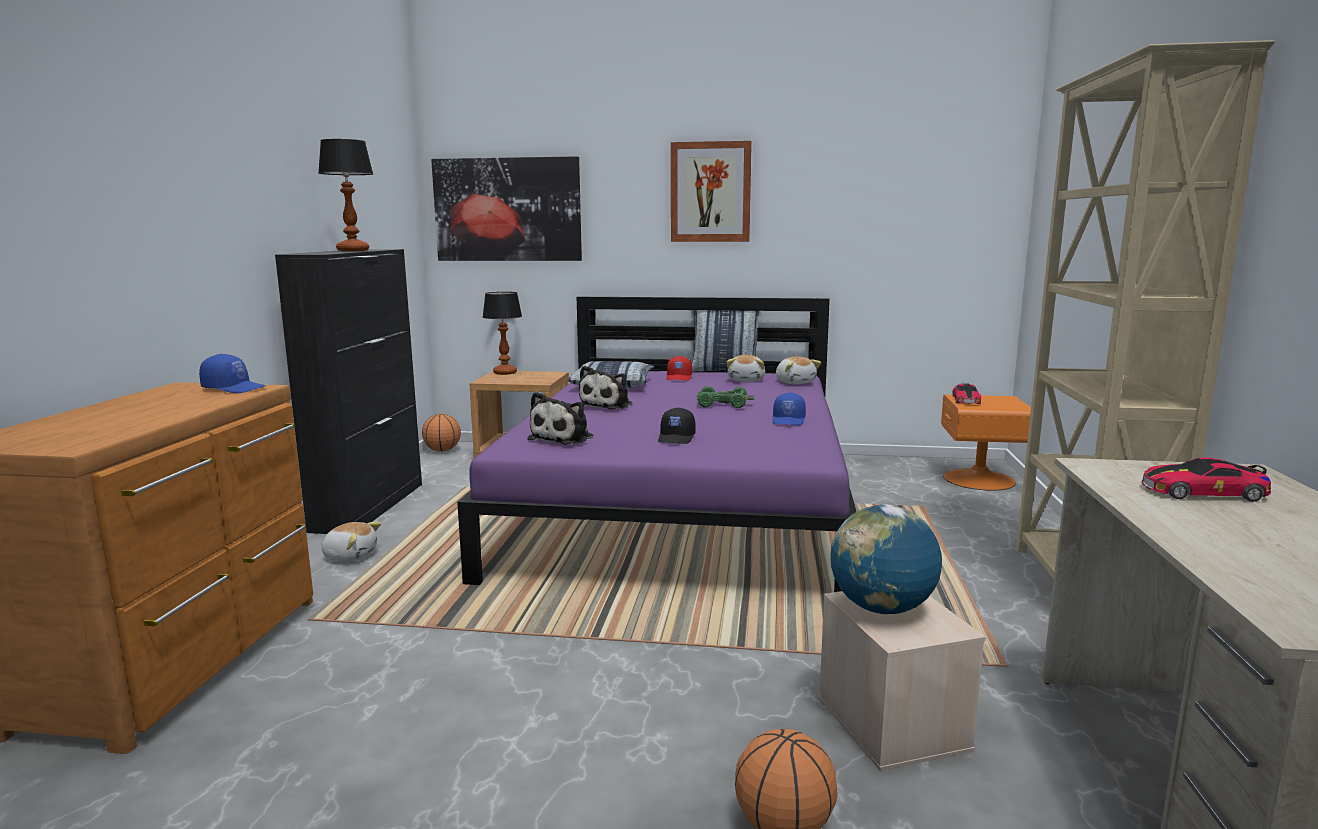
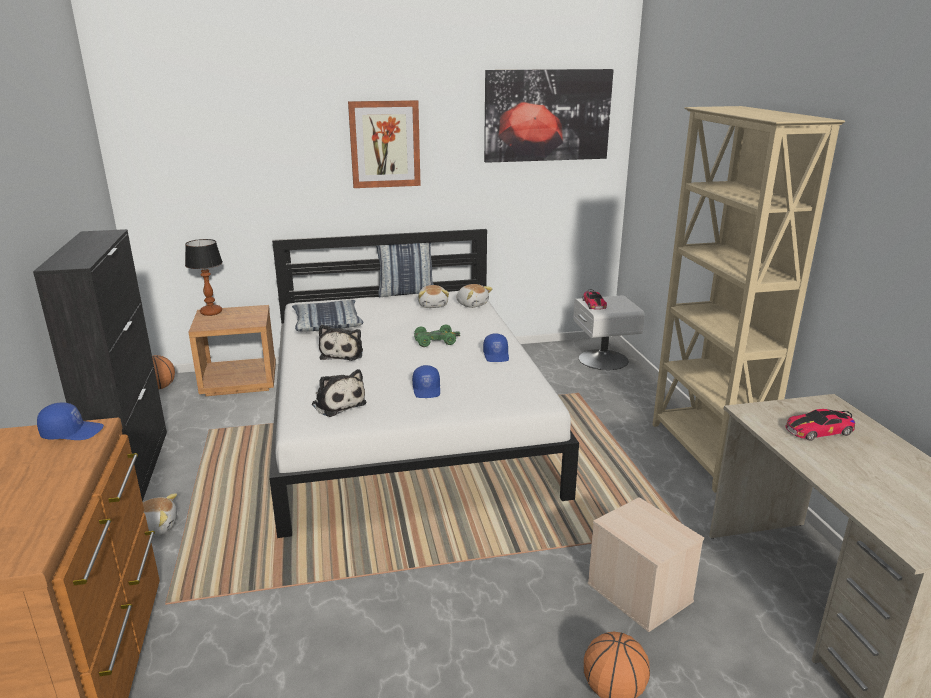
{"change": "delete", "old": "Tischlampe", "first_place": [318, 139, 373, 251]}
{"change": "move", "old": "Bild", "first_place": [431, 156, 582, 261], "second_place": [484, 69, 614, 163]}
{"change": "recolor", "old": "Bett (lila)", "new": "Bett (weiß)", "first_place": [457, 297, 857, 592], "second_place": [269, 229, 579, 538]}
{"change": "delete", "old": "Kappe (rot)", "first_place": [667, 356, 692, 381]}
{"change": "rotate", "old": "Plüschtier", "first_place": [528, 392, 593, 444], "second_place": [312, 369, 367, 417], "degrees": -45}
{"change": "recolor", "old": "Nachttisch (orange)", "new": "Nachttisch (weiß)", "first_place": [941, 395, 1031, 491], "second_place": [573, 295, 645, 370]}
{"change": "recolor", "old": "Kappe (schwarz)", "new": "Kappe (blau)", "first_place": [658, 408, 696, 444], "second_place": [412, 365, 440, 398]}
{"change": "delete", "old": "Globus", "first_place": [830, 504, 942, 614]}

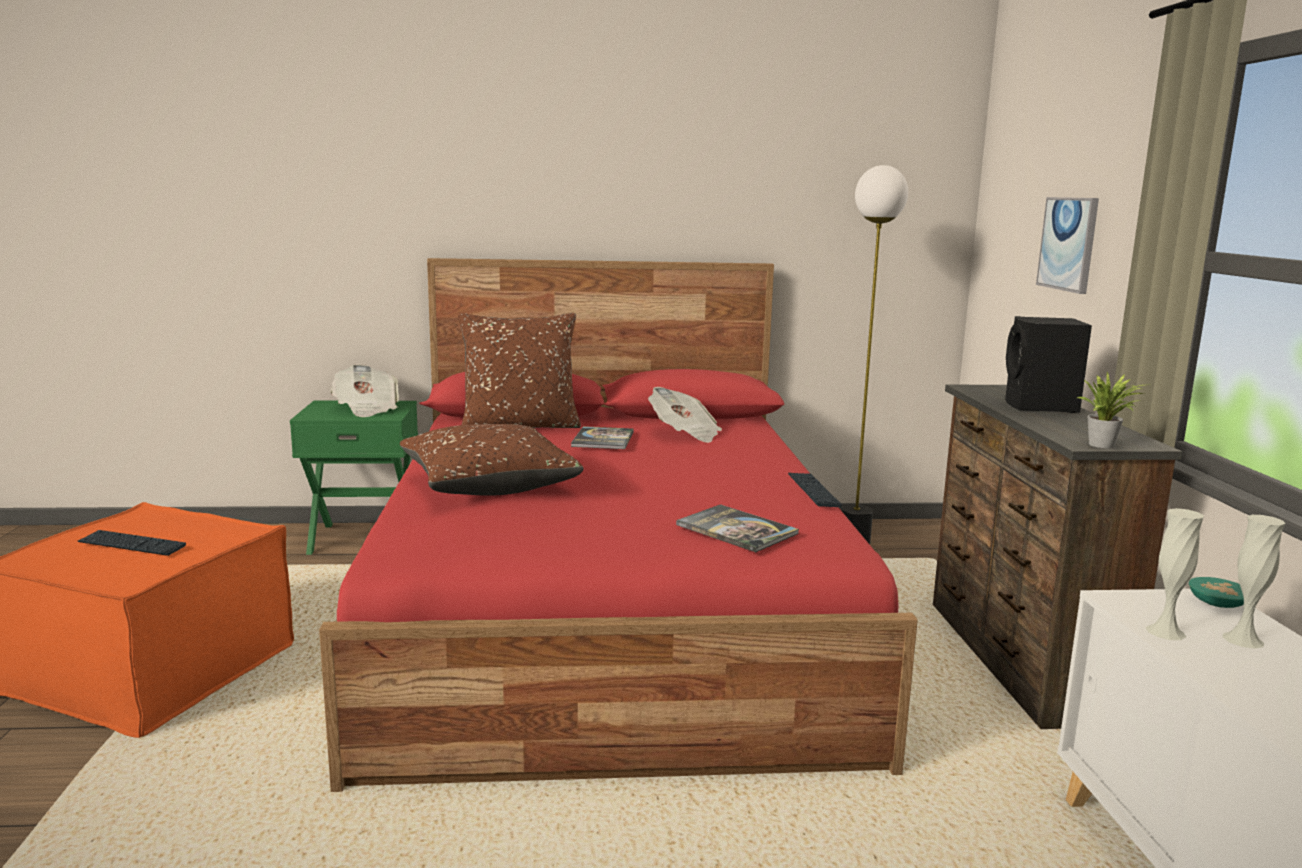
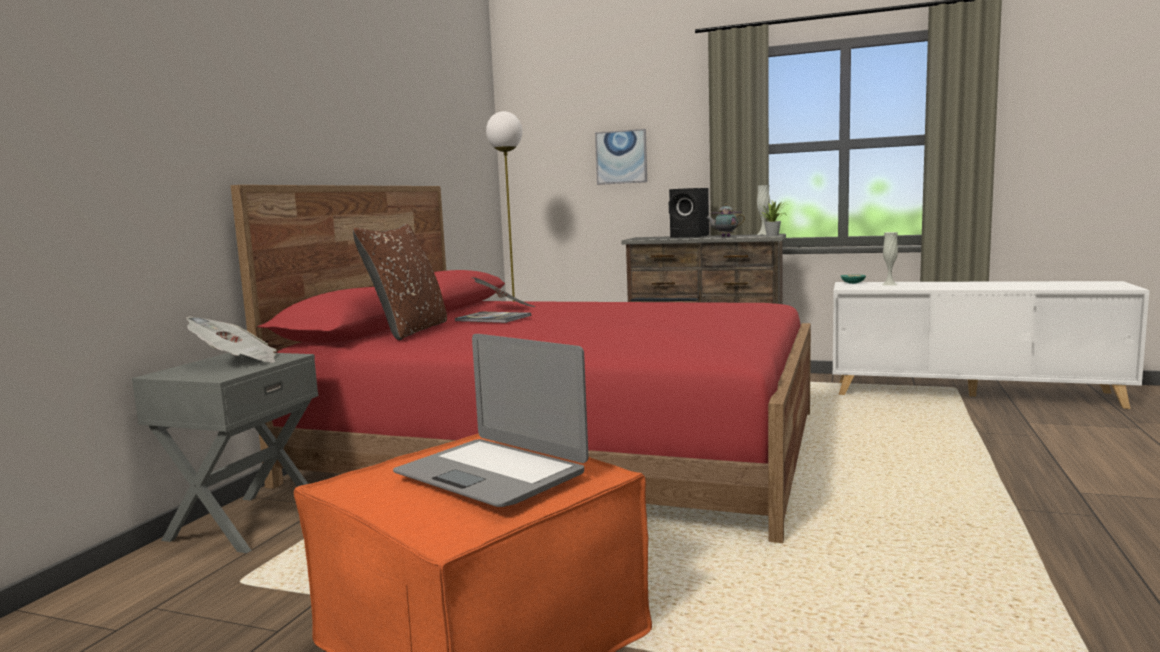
{"change": "recolor", "old": "Nachttisch (grün)", "new": "Nachttisch (grau)", "first_place": [290, 400, 418, 555], "second_place": [132, 353, 318, 553]}
{"change": "delete", "old": "Kissen (braun)", "first_place": [400, 424, 583, 496]}
{"change": "delete", "old": "Buch", "first_place": [676, 504, 799, 552]}
{"change": "move", "old": "Vase (weiß)", "first_place": [1145, 508, 1204, 640], "second_place": [757, 185, 770, 235]}
{"change": "replace", "old": "Tastatur", "new": "Laptop", "first_place": [78, 530, 186, 556], "second_place": [393, 334, 589, 507]}
{"change": "insert", "new": "Teekanne", "second_place": [706, 204, 745, 237]}

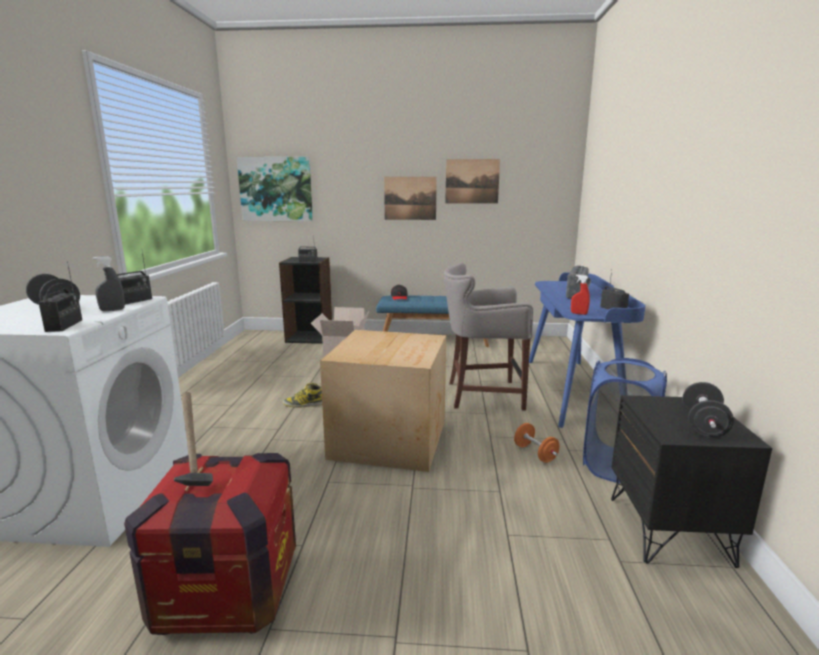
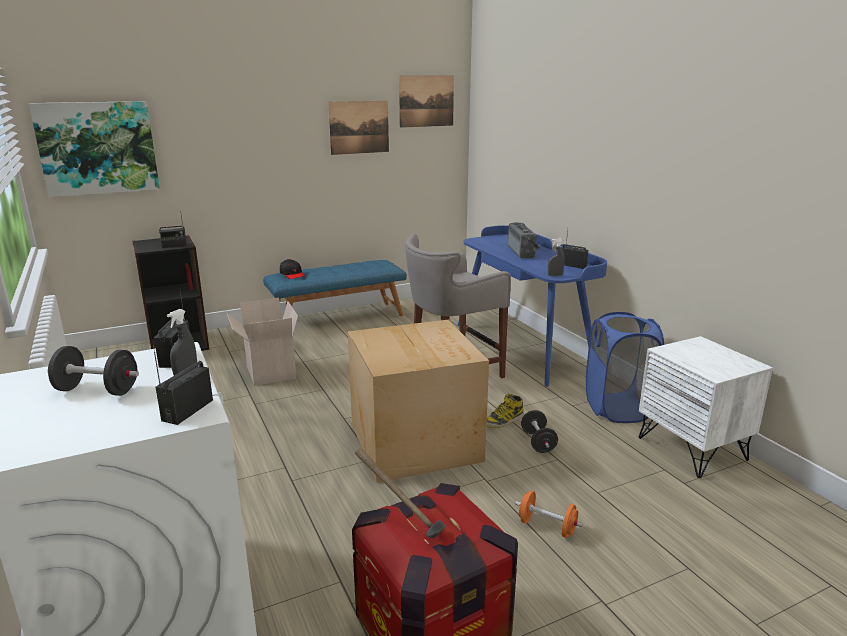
{"change": "move", "old": "Bild", "first_place": [384, 177, 437, 220], "second_place": [399, 75, 454, 128]}
{"change": "rotate", "old": "Radio", "first_place": [38, 261, 82, 332], "second_place": [153, 345, 213, 425], "degrees": -120}
{"change": "recolor", "old": "Sprühflasche (rot)", "new": "Sprühflasche (grau)", "first_place": [571, 275, 590, 315], "second_place": [548, 239, 565, 276]}
{"change": "move", "old": "Hantel (schwarz)", "first_place": [682, 382, 734, 438], "second_place": [521, 410, 558, 453]}
{"change": "move", "old": "Stiefel", "first_place": [283, 383, 322, 408], "second_place": [486, 394, 524, 428]}
{"change": "recolor", "old": "Nachttisch (schwarz)", "new": "Nachttisch (weiß)", "first_place": [611, 395, 772, 568], "second_place": [638, 336, 773, 478]}
{"change": "move", "old": "Hantel (orange)", "first_place": [514, 423, 559, 463], "second_place": [515, 491, 583, 538]}

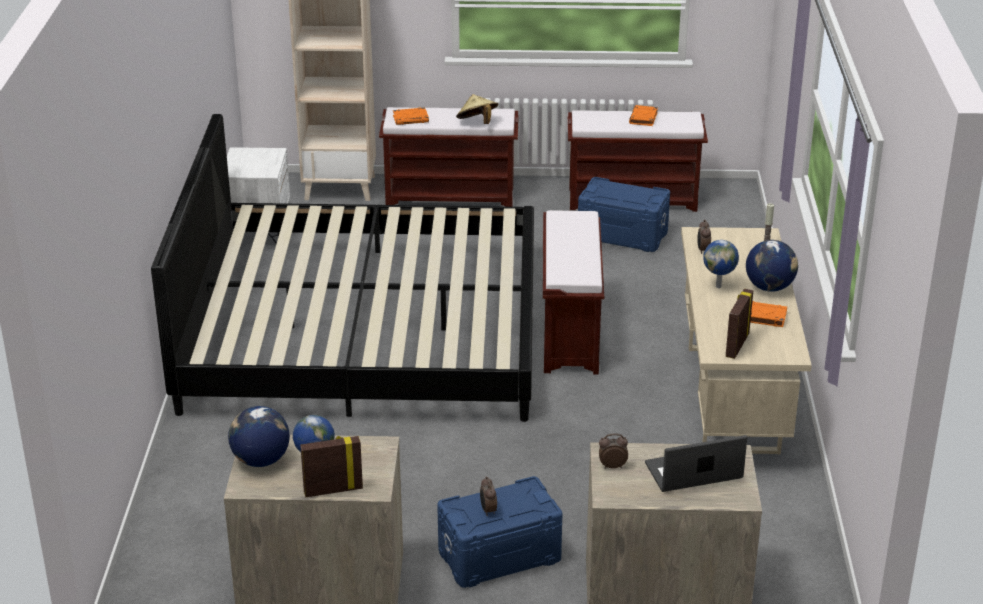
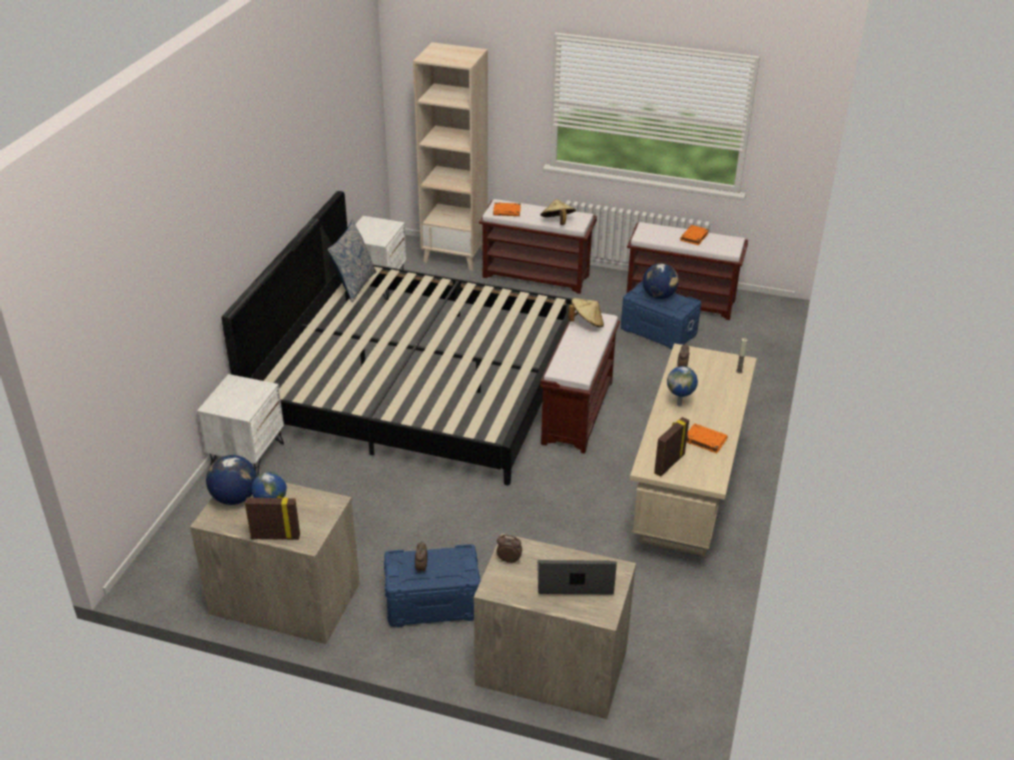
{"change": "move", "old": "Globus", "first_place": [746, 240, 798, 292], "second_place": [643, 263, 679, 299]}
{"change": "insert", "new": "Kissen", "second_place": [327, 220, 377, 302]}
{"change": "insert", "new": "Hut (beige)", "second_place": [568, 298, 604, 328]}
{"change": "insert", "new": "Nachttisch (weiß)", "second_place": [197, 374, 284, 476]}

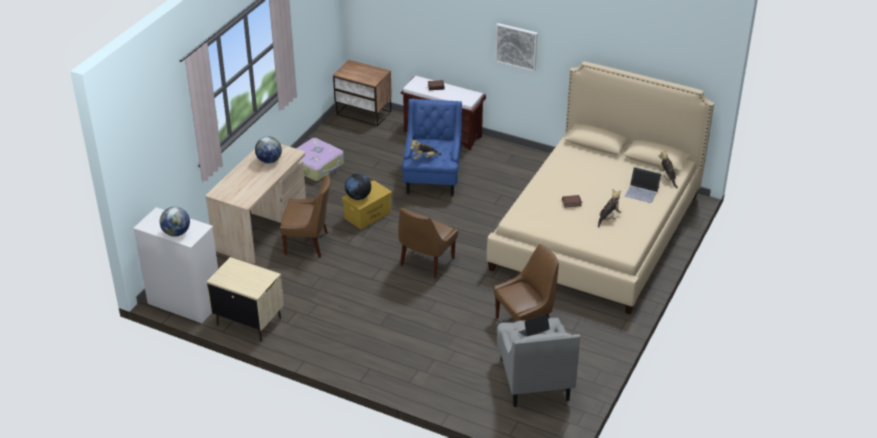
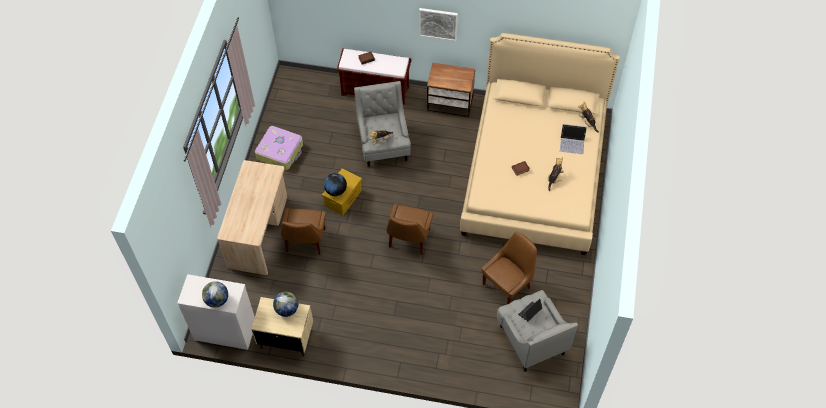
{"change": "move", "old": "Nachttisch", "first_place": [333, 60, 392, 126], "second_place": [427, 63, 475, 117]}
{"change": "recolor", "old": "Sessel (blau)", "new": "Sessel (grau)", "first_place": [402, 99, 462, 196], "second_place": [354, 81, 411, 167]}
{"change": "move", "old": "Globus", "first_place": [255, 136, 282, 164], "second_place": [273, 292, 298, 317]}
{"change": "rotate", "old": "Stuhl (braun)", "first_place": [280, 174, 331, 258], "second_place": [281, 208, 326, 255], "degrees": 105}

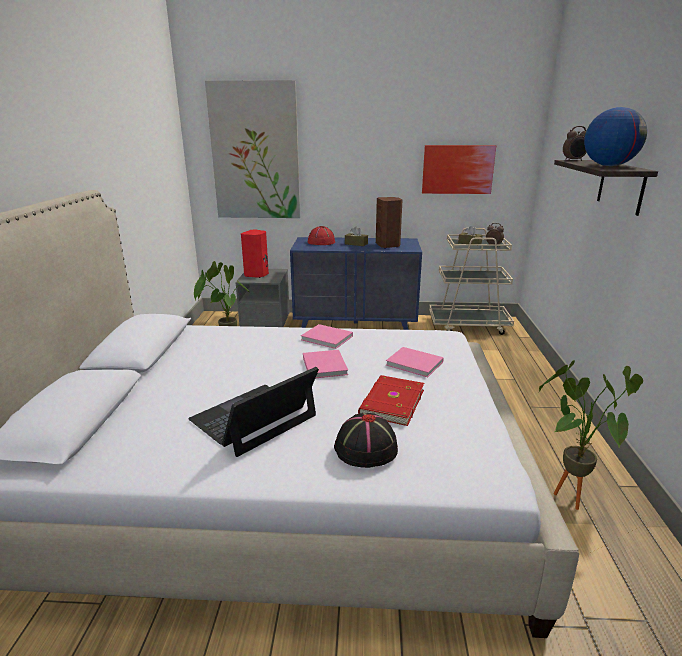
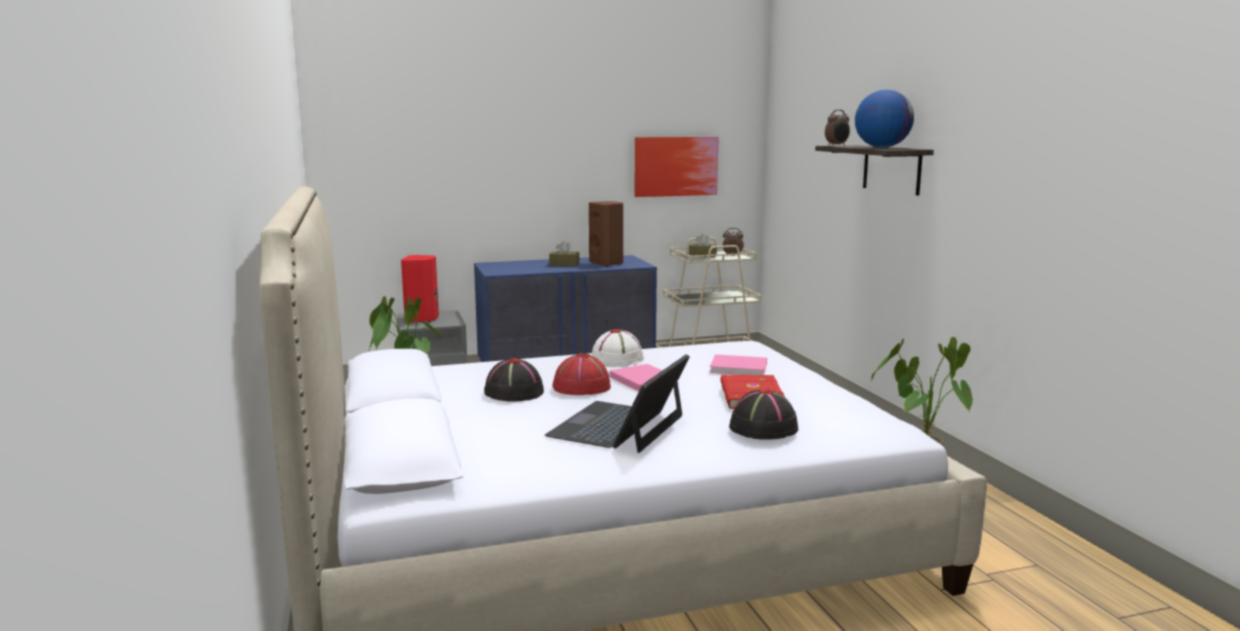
{"change": "delete", "old": "Bild", "first_place": [205, 80, 300, 218]}
{"change": "move", "old": "Hut (rot)", "first_place": [308, 226, 335, 245], "second_place": [552, 353, 611, 395]}
{"change": "replace", "old": "Buch (rosa)", "new": "Hut (weiß)", "first_place": [301, 324, 353, 349], "second_place": [592, 329, 644, 367]}
{"change": "insert", "new": "Hut (schwarz)", "second_place": [484, 358, 544, 402]}

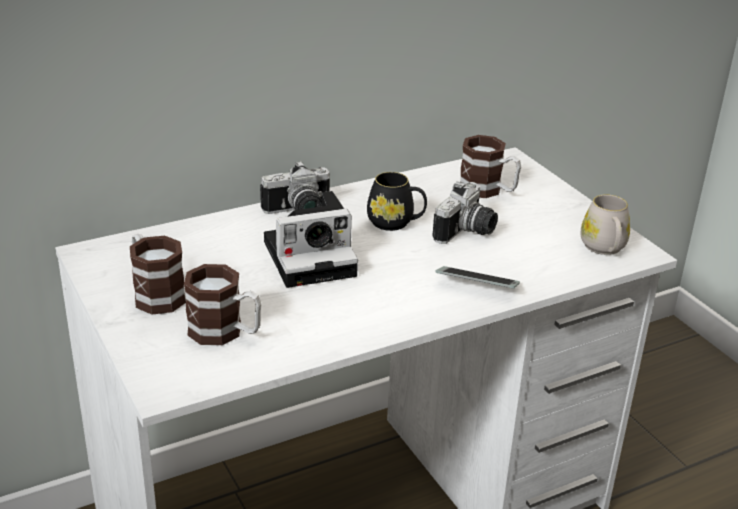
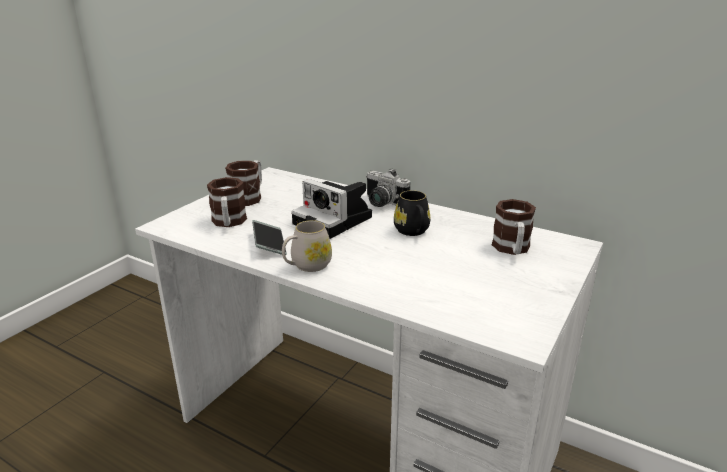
{"change": "delete", "old": "Kamera", "first_place": [432, 182, 498, 244]}
{"change": "move", "old": "Henkelbecher (weiß)", "first_place": [580, 194, 630, 255], "second_place": [282, 220, 332, 272]}
{"change": "move", "old": "Handy", "first_place": [435, 266, 520, 288], "second_place": [252, 220, 287, 255]}

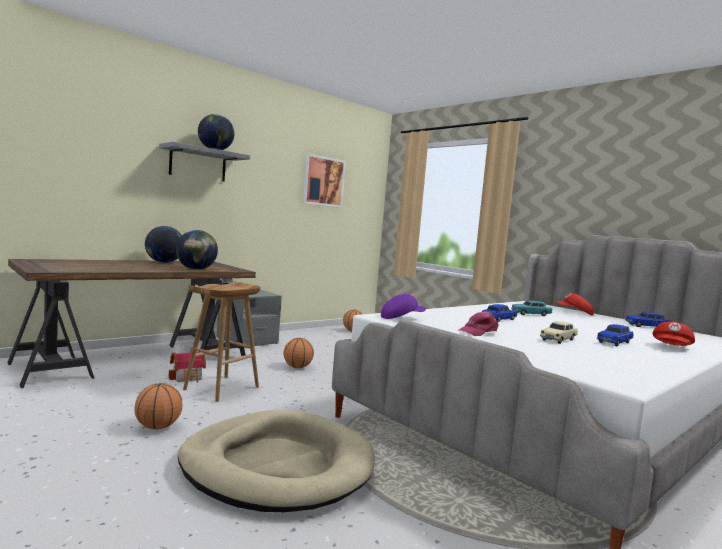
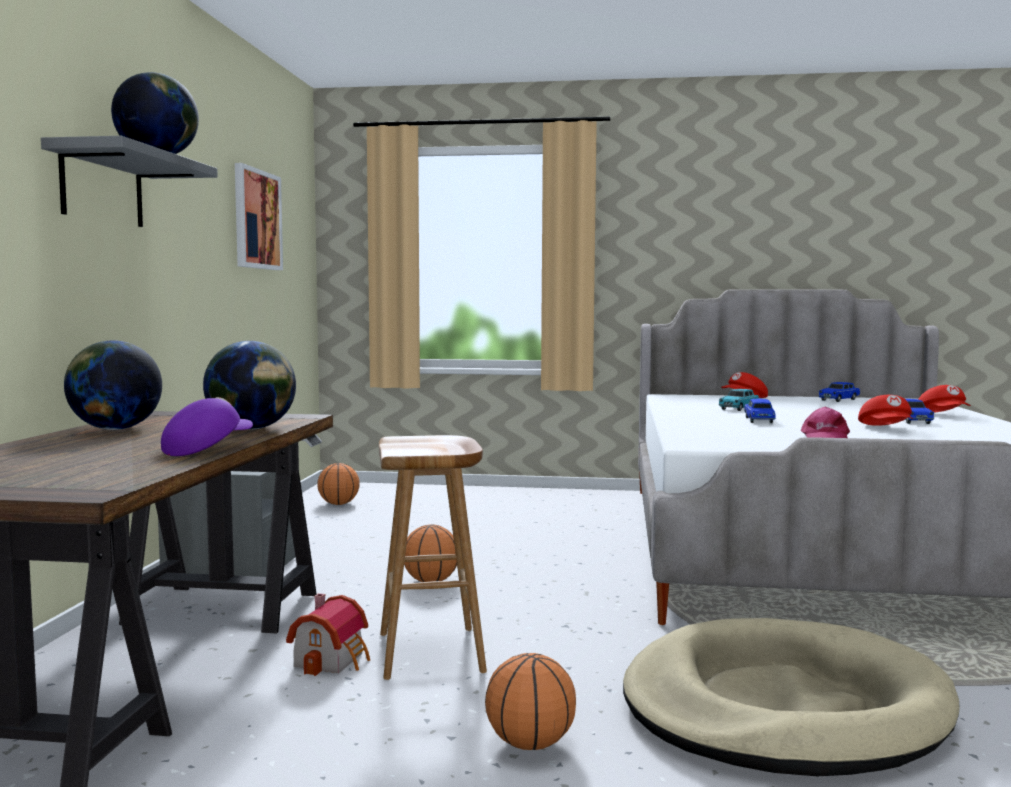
{"change": "move", "old": "Kappe (lila)", "first_place": [381, 294, 426, 319], "second_place": [161, 397, 253, 456]}
{"change": "replace", "old": "Spielzeugauto (beige)", "new": "Kappe (rot)", "first_place": [540, 321, 578, 344], "second_place": [858, 395, 913, 426]}

